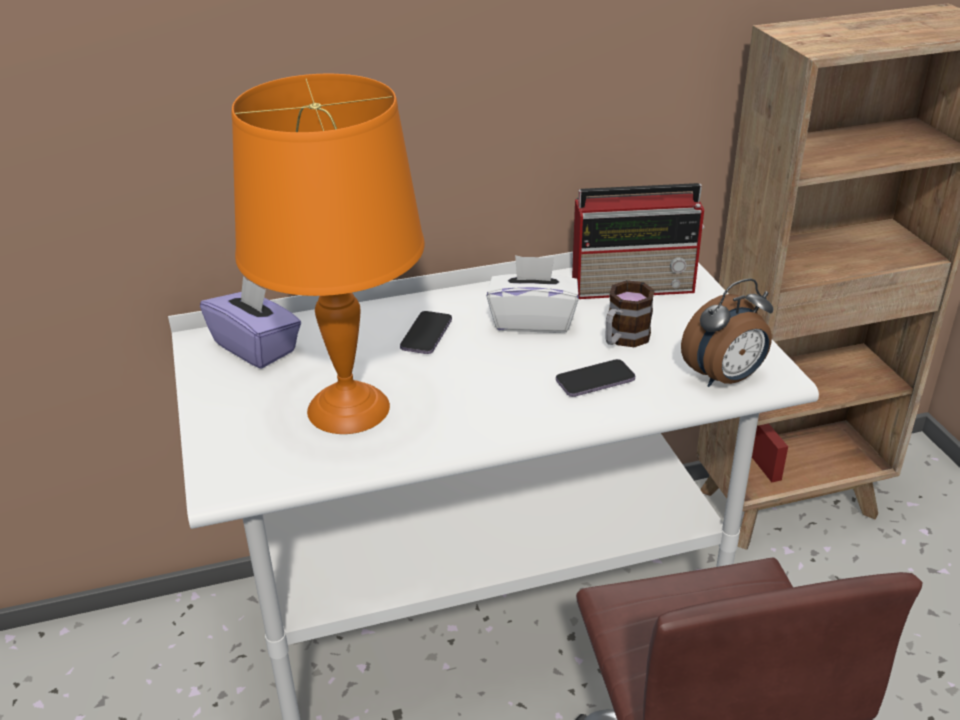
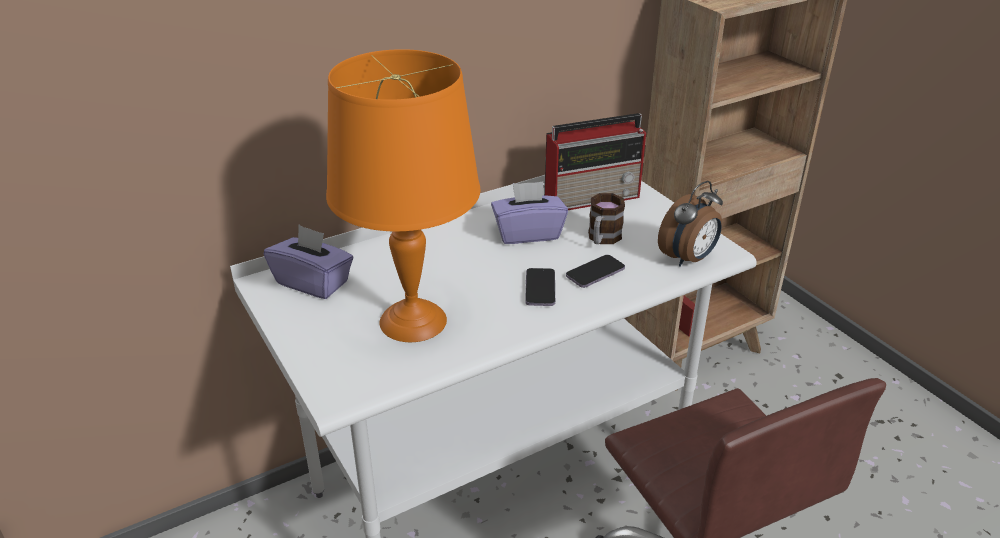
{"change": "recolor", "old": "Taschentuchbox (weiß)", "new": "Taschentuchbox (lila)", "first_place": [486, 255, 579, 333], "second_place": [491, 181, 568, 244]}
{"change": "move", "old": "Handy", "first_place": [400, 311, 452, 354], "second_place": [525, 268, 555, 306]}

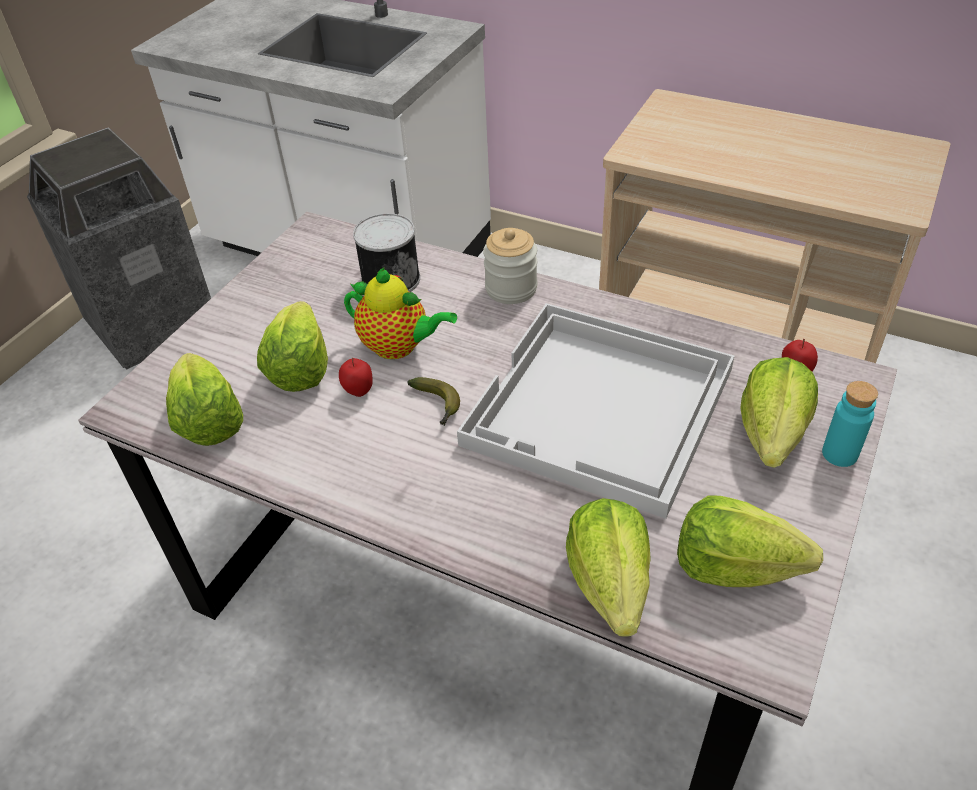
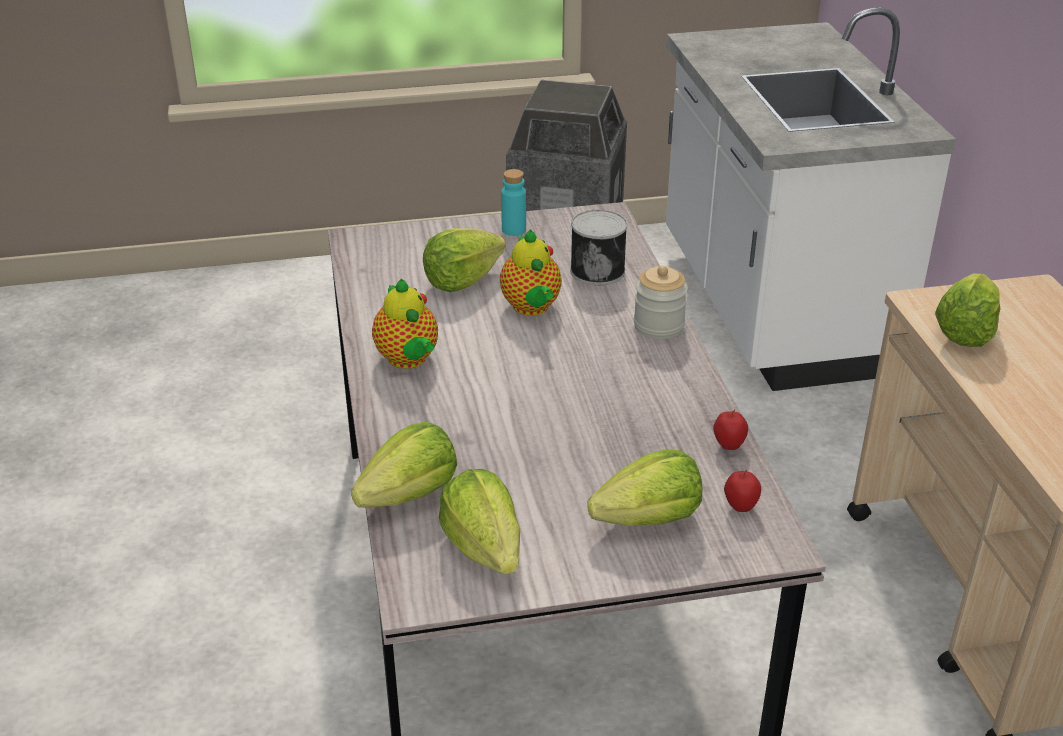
{"change": "delete", "old": "Tablett (weiß)", "first_place": [457, 303, 734, 519]}
{"change": "move", "old": "Salatkopf", "first_place": [166, 353, 243, 446], "second_place": [935, 273, 1000, 347]}
{"change": "move", "old": "Apfel", "first_place": [339, 358, 373, 397], "second_place": [713, 410, 748, 450]}
{"change": "delete", "old": "Banane", "first_place": [407, 377, 460, 426]}
{"change": "move", "old": "Flasche (türkis)", "first_place": [822, 381, 878, 467], "second_place": [501, 169, 526, 236]}
{"change": "insert", "new": "Teekanne", "second_place": [372, 279, 438, 369]}

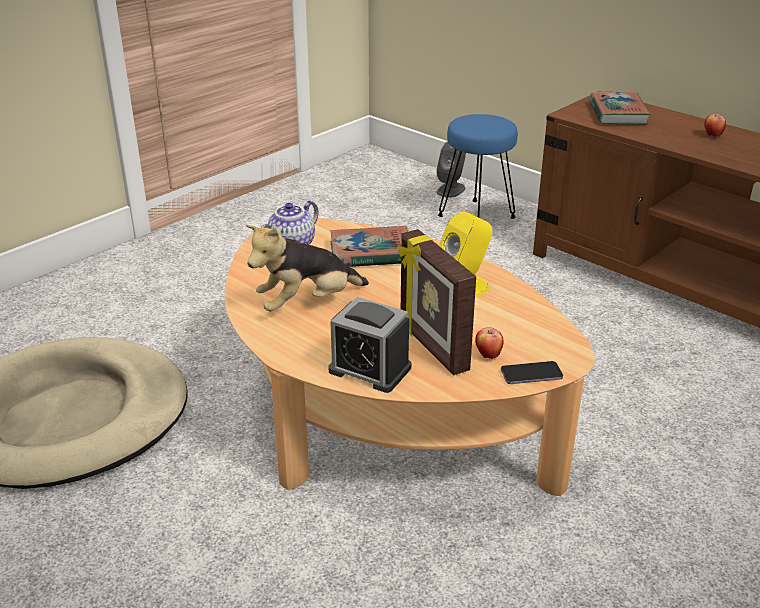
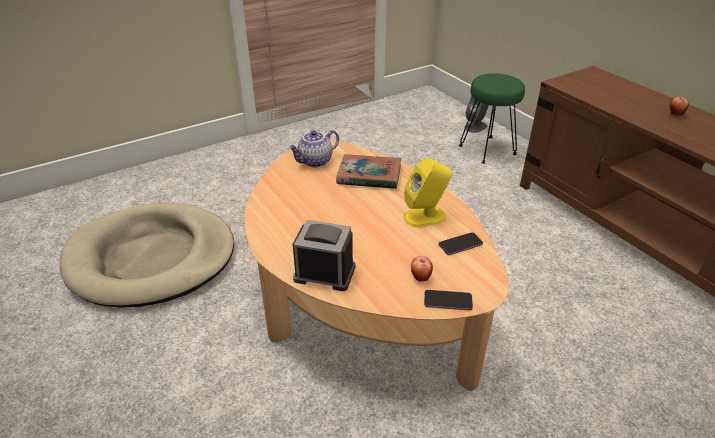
{"change": "delete", "old": "Buch", "first_place": [589, 91, 651, 125]}
{"change": "recolor", "old": "Hocker (blau)", "new": "Hocker (grün)", "first_place": [438, 114, 518, 219], "second_place": [459, 73, 525, 164]}
{"change": "delete", "old": "Plüschtier", "first_place": [246, 225, 369, 311]}
{"change": "delete", "old": "Bilderrahmen", "first_place": [398, 229, 476, 375]}
{"change": "rotate", "old": "Wecker", "first_place": [329, 297, 411, 393], "second_place": [293, 220, 356, 291], "degrees": 150}
{"change": "insert", "new": "Handy", "second_place": [439, 232, 483, 255]}

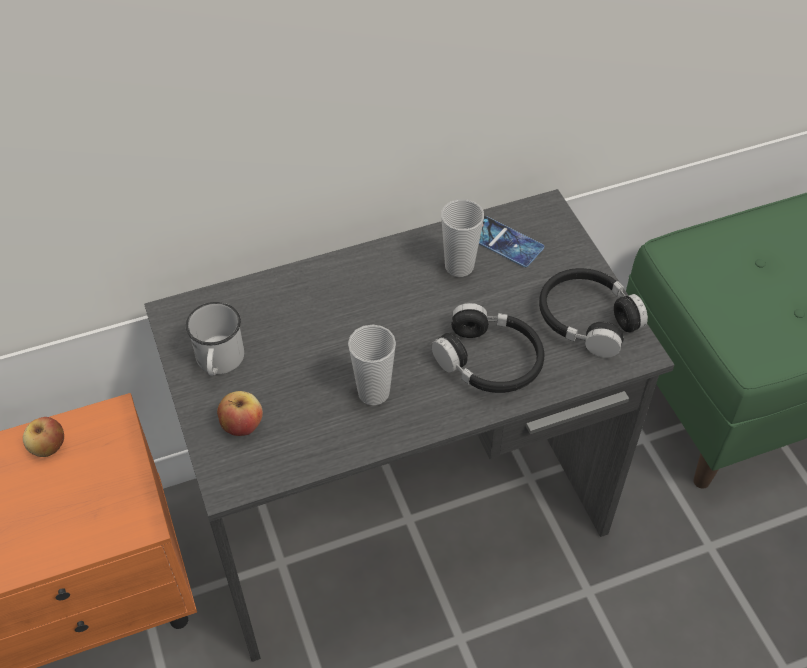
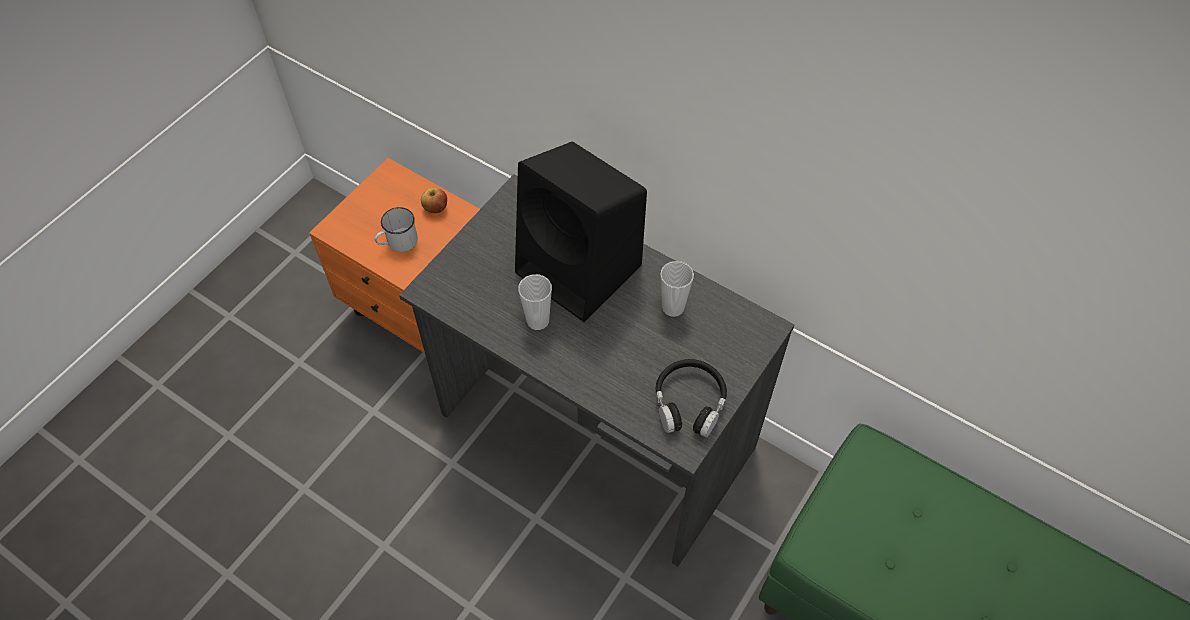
{"change": "delete", "old": "Handy", "first_place": [479, 216, 544, 267]}
{"change": "move", "old": "Henkelbecher (weiß)", "first_place": [186, 302, 244, 376], "second_place": [374, 207, 418, 252]}
{"change": "delete", "old": "Kopfhörer (schwarz)", "first_place": [432, 303, 544, 393]}
{"change": "delete", "old": "Apfel", "first_place": [217, 391, 263, 436]}
{"change": "insert", "new": "Lautsprecher (schwarz)", "second_place": [515, 142, 647, 322]}

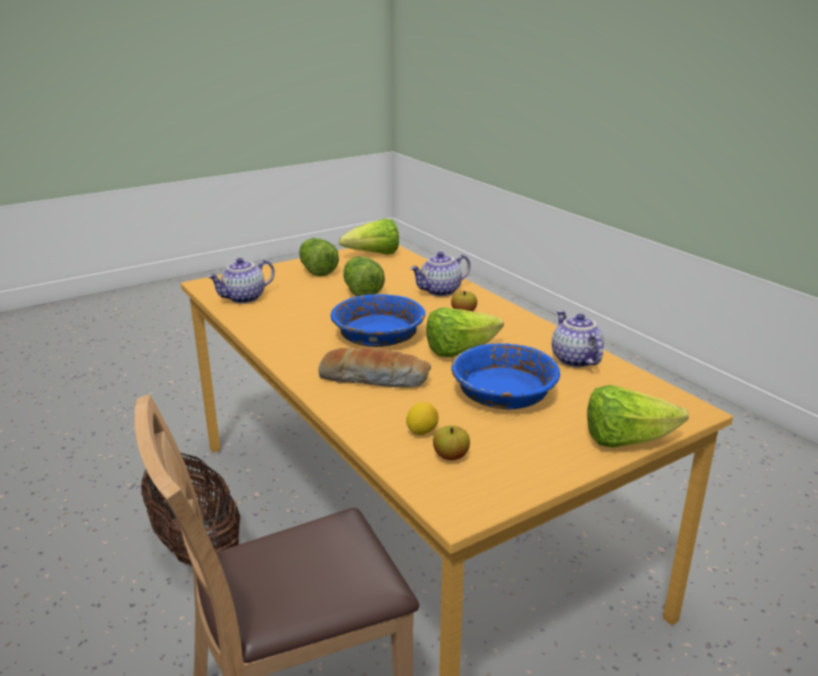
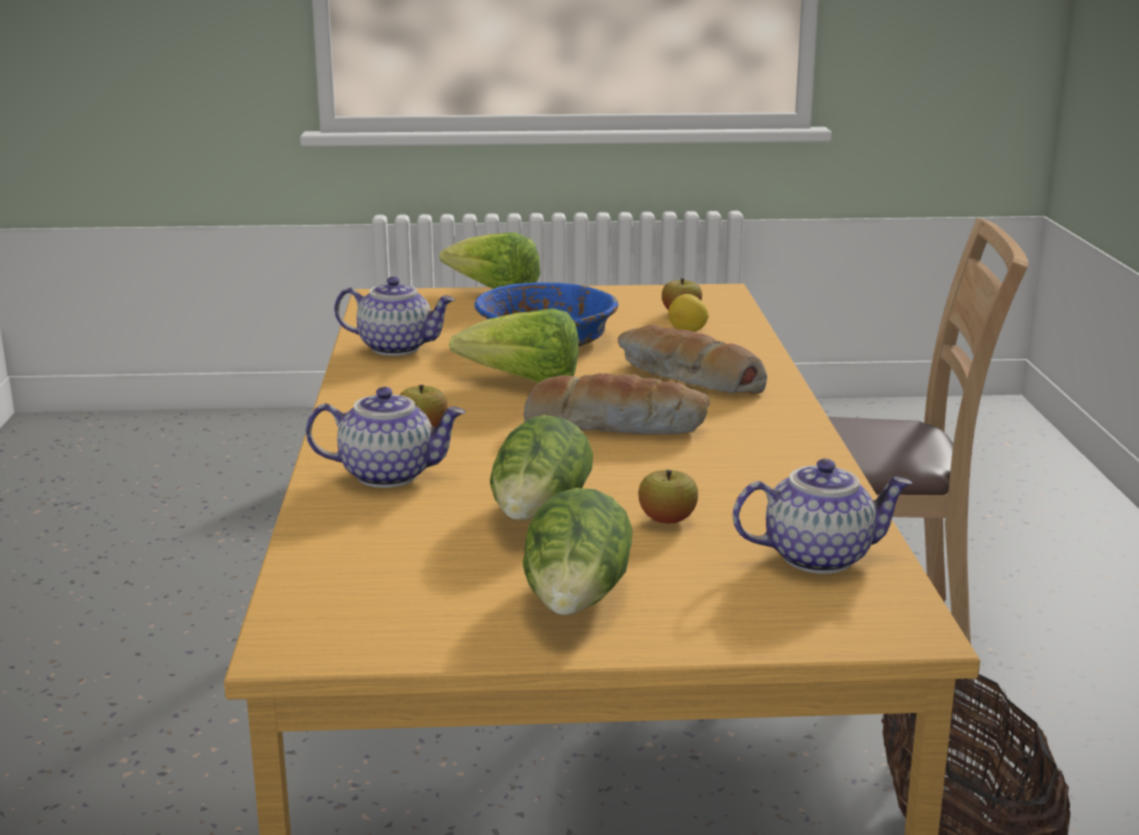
{"change": "delete", "old": "Salatkopf", "first_place": [339, 219, 399, 255]}
{"change": "replace", "old": "Schüssel (blau)", "new": "Brot", "first_place": [331, 294, 425, 347], "second_place": [524, 373, 710, 435]}
{"change": "rotate", "old": "Teekanne", "first_place": [552, 310, 604, 368], "second_place": [334, 277, 455, 356], "degrees": -90}
{"change": "insert", "new": "Apfel", "second_place": [638, 470, 698, 523]}

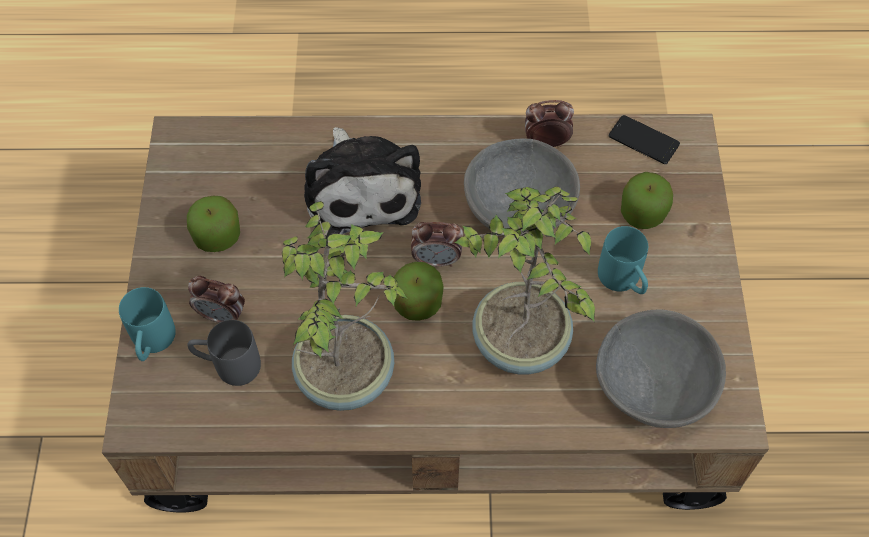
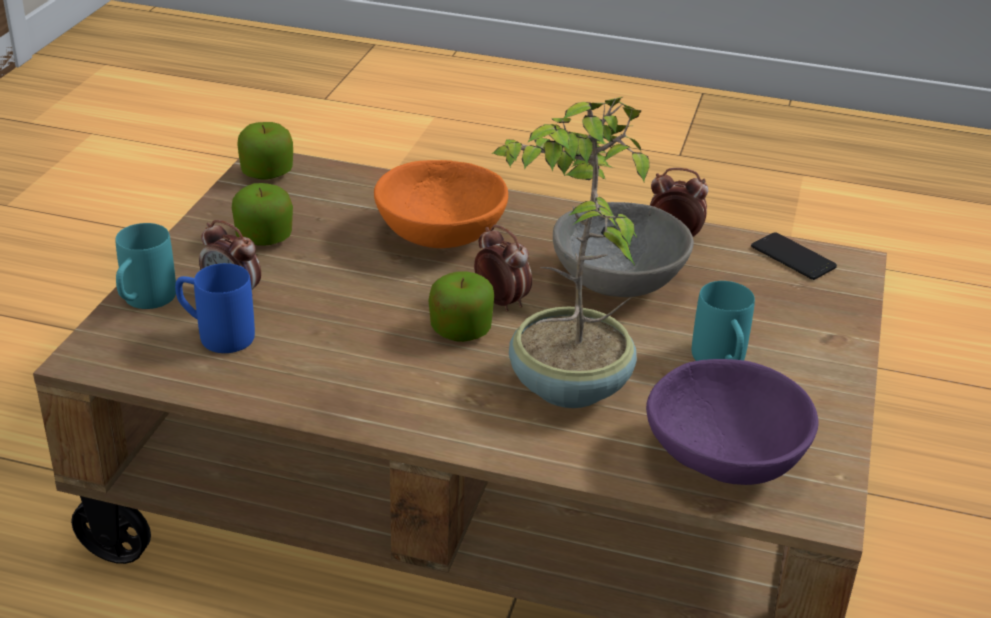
{"change": "replace", "old": "Plüschtier", "new": "Schüssel (orange)", "first_place": [304, 127, 421, 237], "second_place": [374, 160, 508, 248]}
{"change": "move", "old": "Apfel", "first_place": [621, 172, 673, 229], "second_place": [237, 122, 293, 179]}
{"change": "delete", "old": "Topfpflanze", "first_place": [282, 201, 408, 411]}
{"change": "rotate", "old": "Wecker", "first_place": [411, 222, 463, 267], "second_place": [474, 225, 532, 312], "degrees": -150}
{"change": "recolor", "old": "Schüssel (grau)", "new": "Schüssel (lila)", "first_place": [596, 310, 726, 428], "second_place": [646, 359, 819, 485]}
{"change": "recolor", "old": "Henkelbecher (grau)", "new": "Henkelbecher (blau)", "first_place": [188, 320, 261, 386], "second_place": [175, 263, 255, 353]}

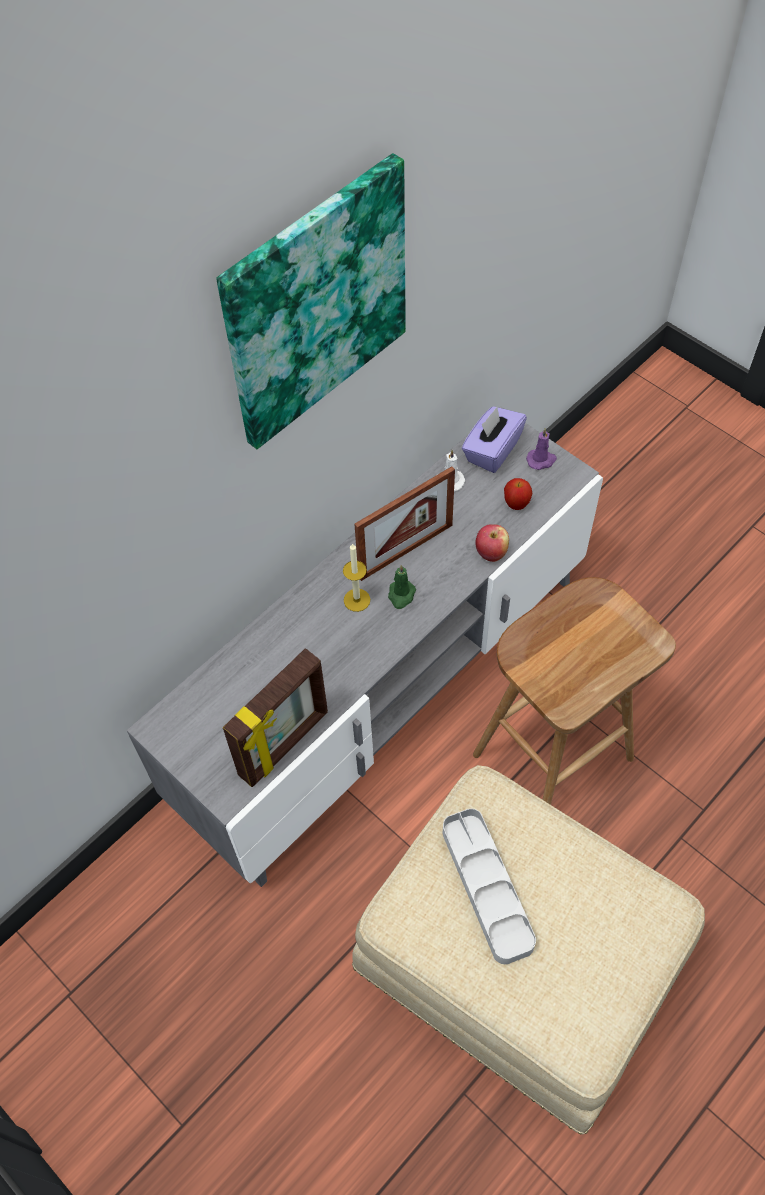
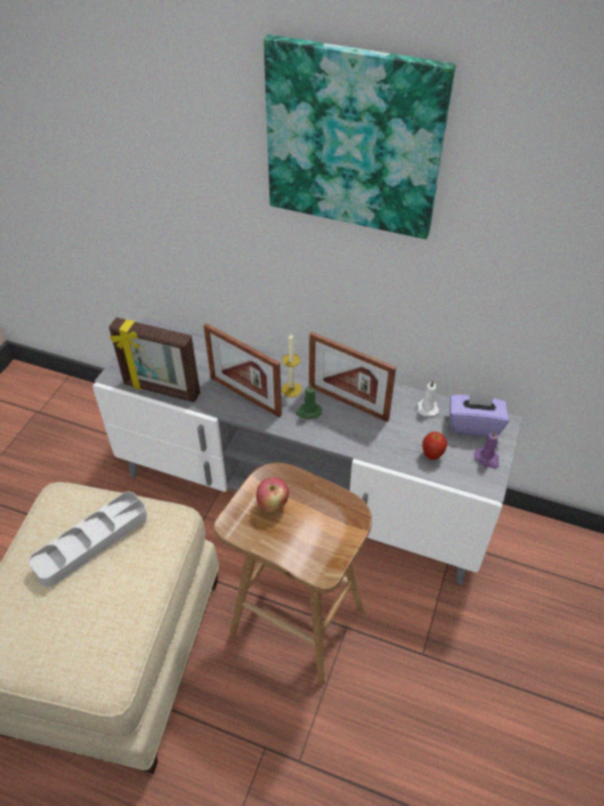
{"change": "move", "old": "Apfel", "first_place": [475, 524, 509, 562], "second_place": [256, 478, 289, 512]}
{"change": "insert", "new": "Bilderrahmen", "second_place": [204, 323, 282, 418]}

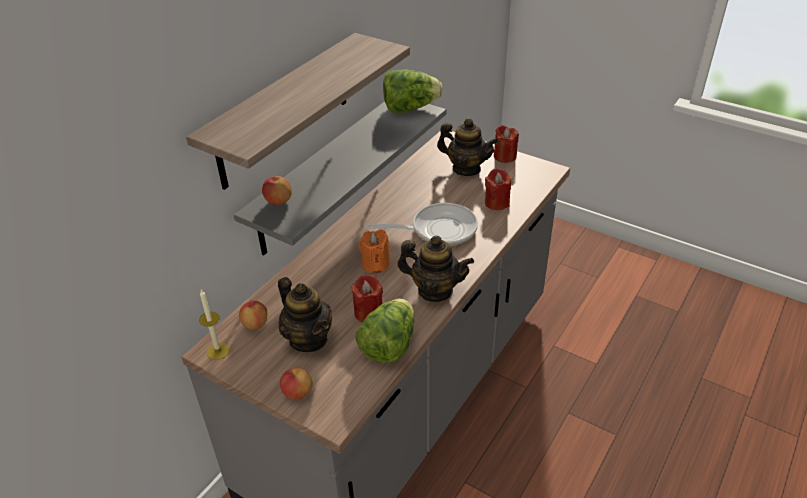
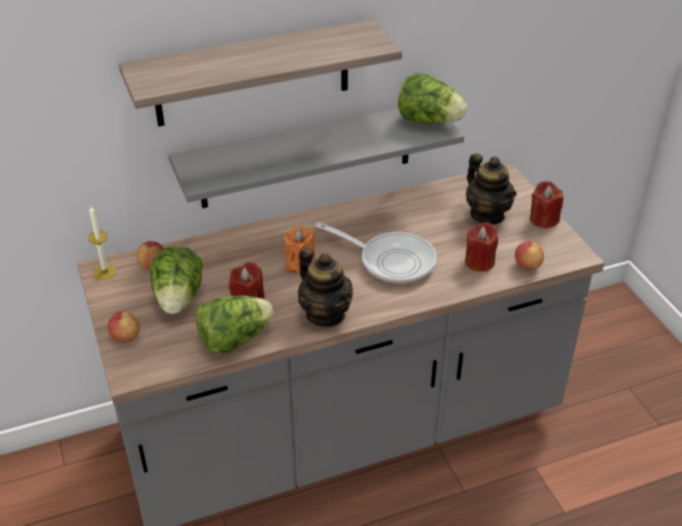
{"change": "move", "old": "Apfel", "first_place": [262, 176, 292, 205], "second_place": [515, 241, 544, 270]}
{"change": "replace", "old": "Teekanne", "new": "Salatkopf", "first_place": [278, 277, 332, 352], "second_place": [150, 246, 203, 314]}

